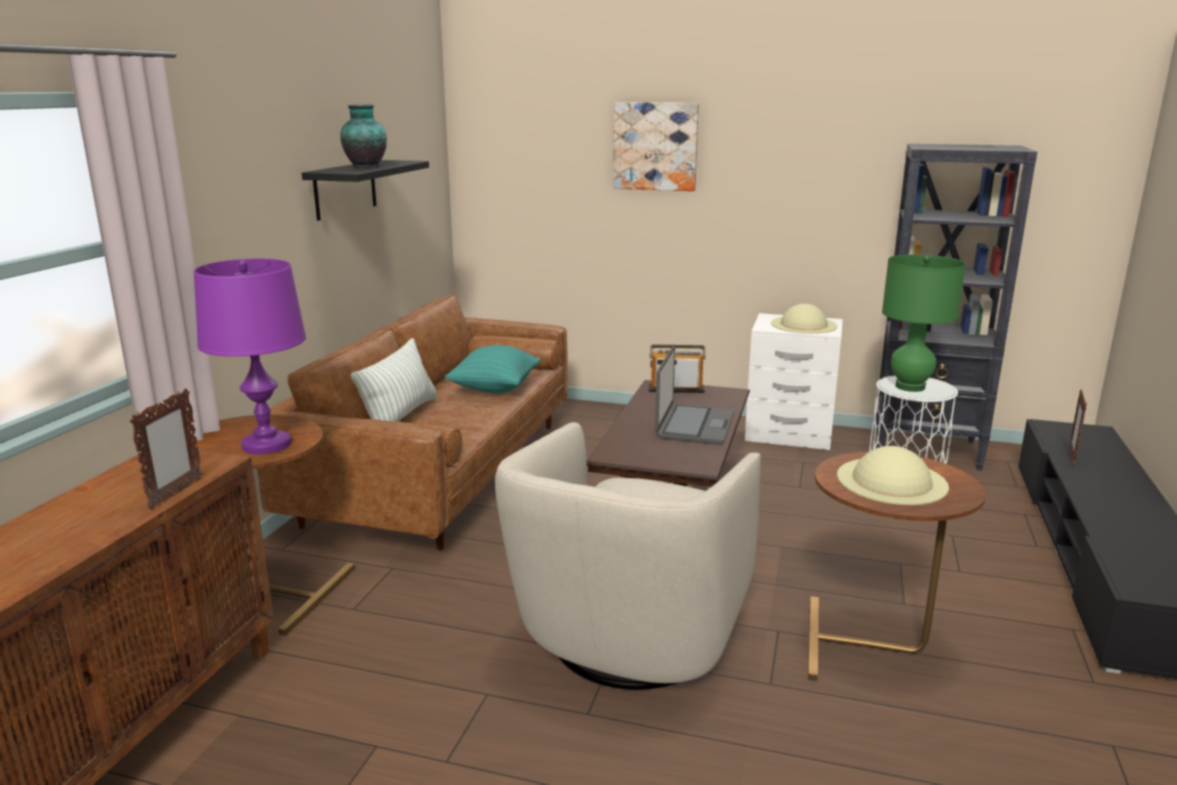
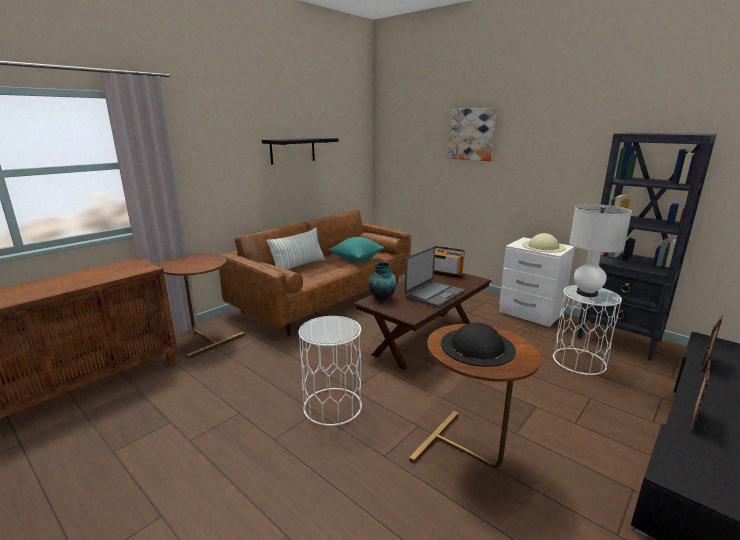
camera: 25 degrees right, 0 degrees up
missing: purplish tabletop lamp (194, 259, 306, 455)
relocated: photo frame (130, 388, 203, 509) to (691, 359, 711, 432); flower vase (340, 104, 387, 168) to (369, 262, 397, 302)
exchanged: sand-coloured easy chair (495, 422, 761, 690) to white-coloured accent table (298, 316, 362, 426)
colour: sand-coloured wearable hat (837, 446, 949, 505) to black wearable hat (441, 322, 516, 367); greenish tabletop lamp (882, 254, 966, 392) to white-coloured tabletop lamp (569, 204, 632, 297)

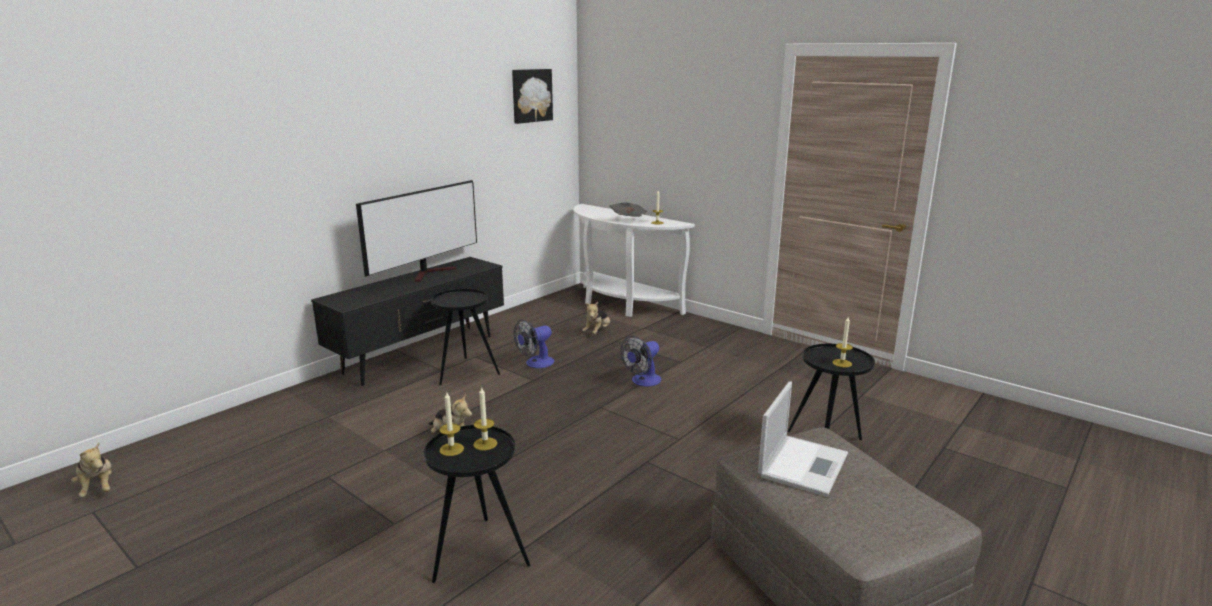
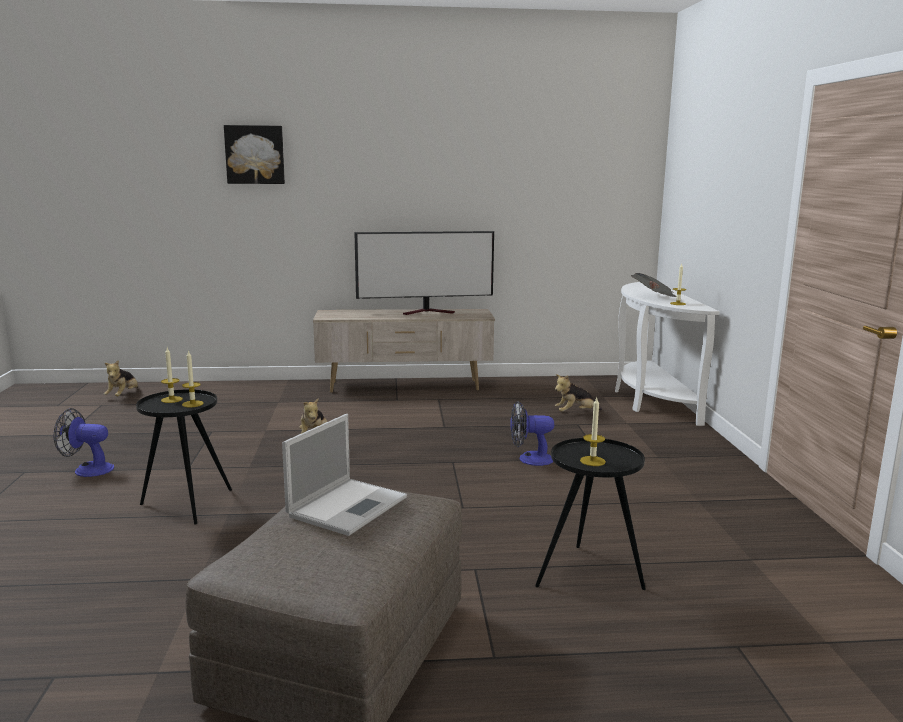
camera: 45 degrees right, 5 degrees down
missing: black accent table (431, 289, 500, 385)
relocated: picture (512, 69, 553, 124) to (224, 125, 285, 184); cooling fan (513, 320, 554, 368) to (53, 408, 114, 477)
colour: black media console (311, 257, 504, 386) to sand-coloured media console (313, 309, 495, 393)
spun: notebook computer (758, 382, 848, 497) = (282, 414, 407, 536) 45 degrees counterclockwise

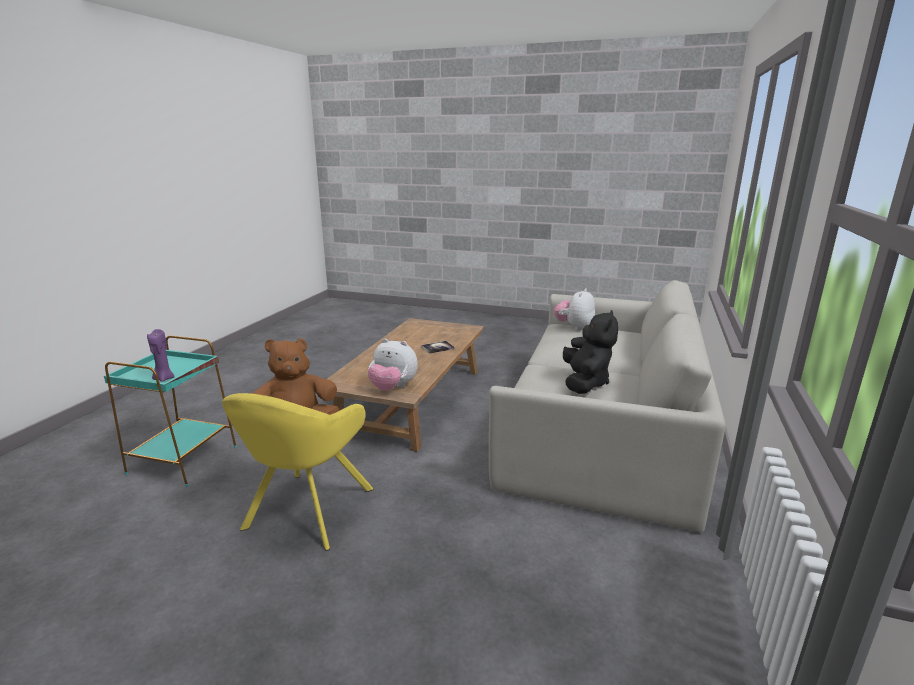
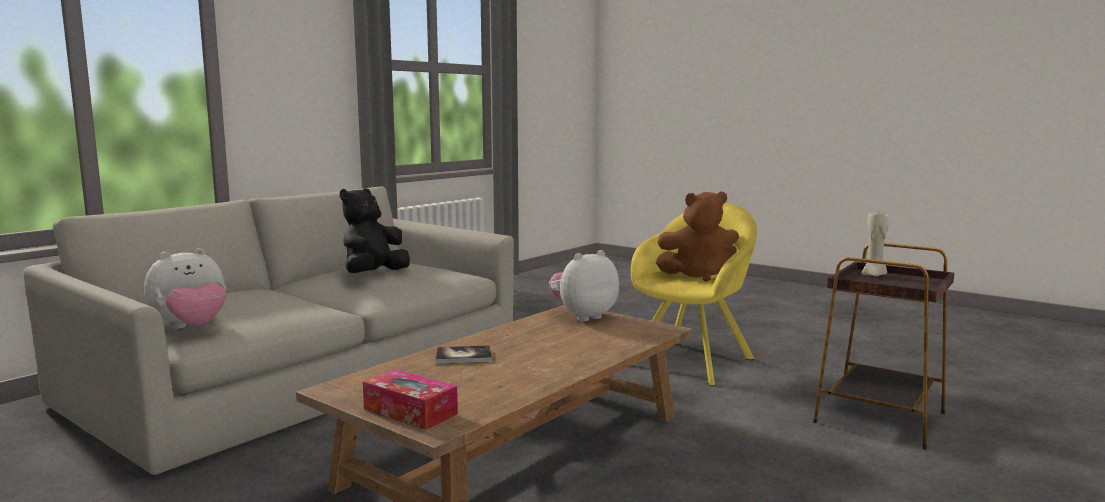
camera: 160 degrees left, 10 degrees down
appeared: tissue holder (363, 369, 458, 430)
colour: turquoise-coloured accent table (104, 335, 237, 487) to brownish accent table (813, 243, 954, 449); purplish candle (147, 329, 175, 382) to sand-coloured candle (862, 213, 889, 277)
spun: cuddly toy (368, 339, 418, 391) = (549, 250, 619, 321) 75 degrees counterclockwise

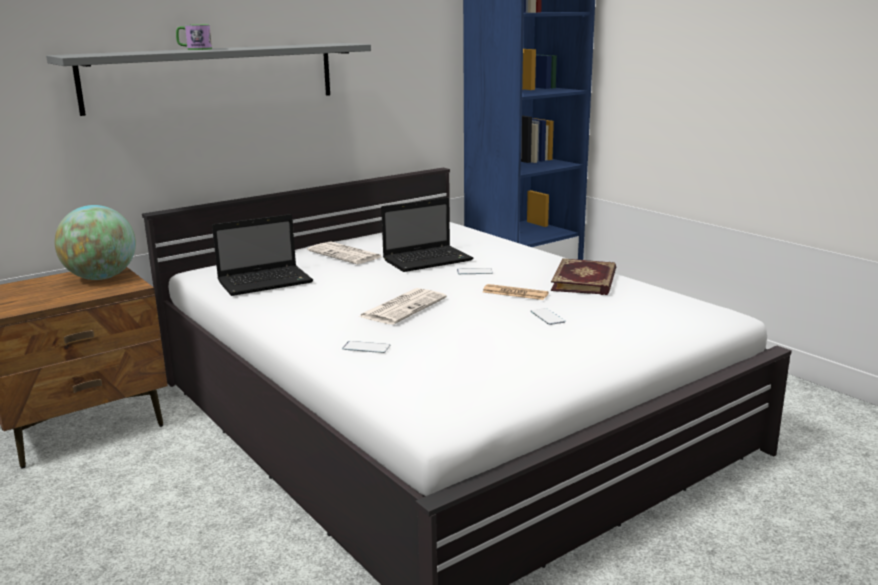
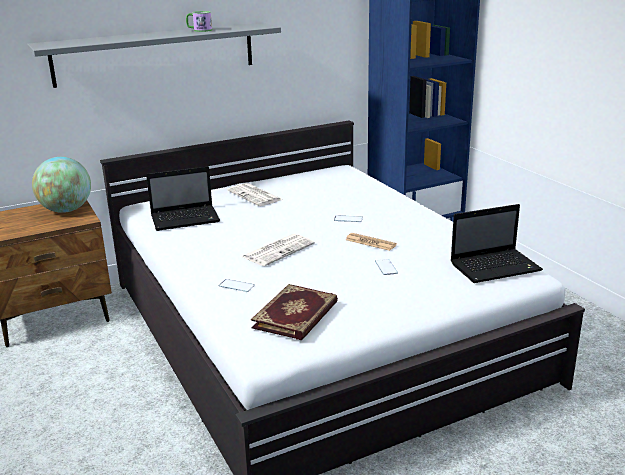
camera: 10 degrees right, 5 degrees up
relocated: coffee mug (176, 24, 212, 50) to (186, 11, 212, 32); notebook computer (381, 198, 473, 272) to (451, 204, 543, 283); bound book (551, 258, 616, 295) to (251, 284, 338, 340)

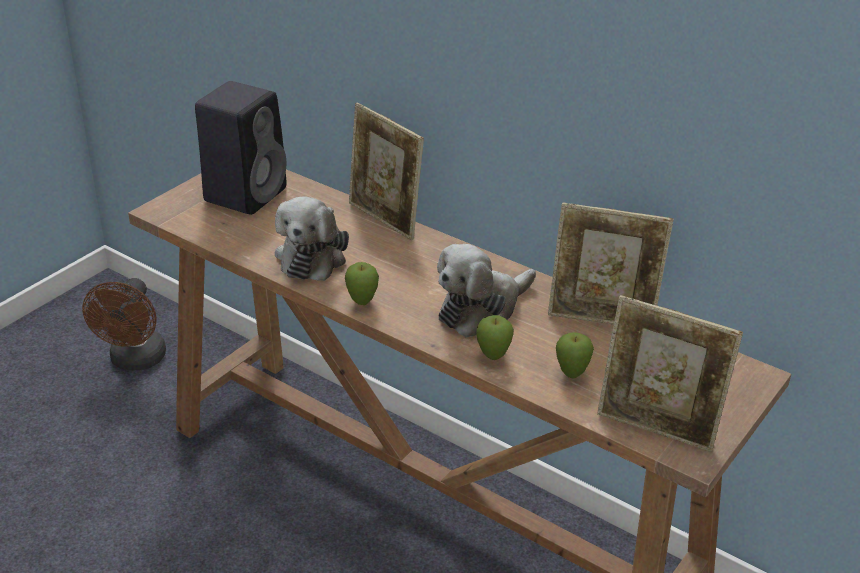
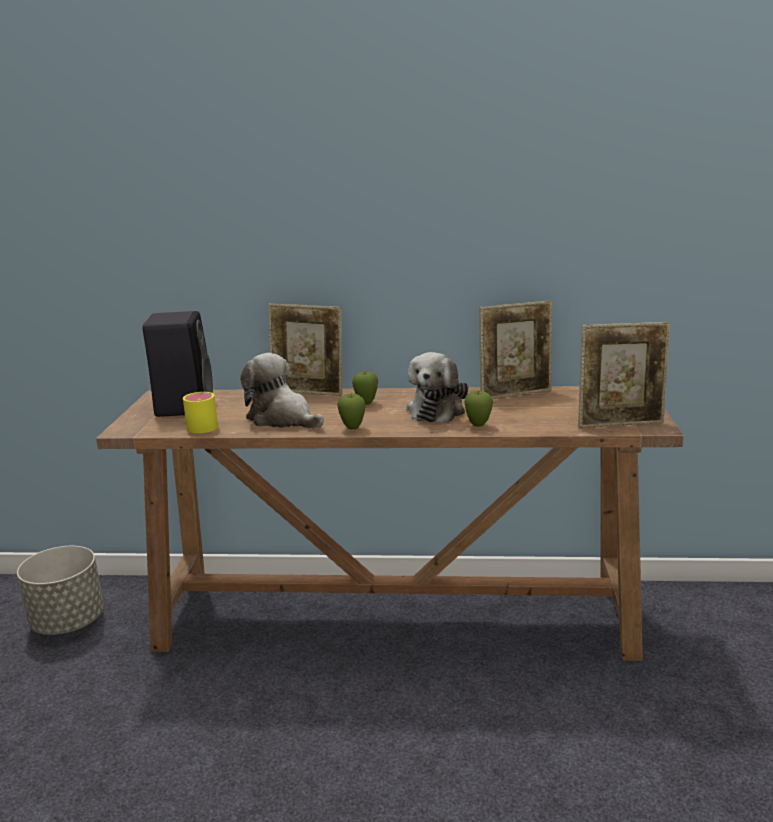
camera: 30 degrees left, 15 degrees down
appeared: yellow-coloured coffee mug (183, 392, 218, 434)
relocated: apple fruit (556, 333, 594, 378) to (352, 372, 378, 405)
exchanged: brownish cooling fan (82, 278, 166, 370) to greyish plant pot (17, 546, 104, 635)
spun: cuddly toy (275, 196, 349, 281) = (240, 353, 324, 428) 150 degrees clockwise

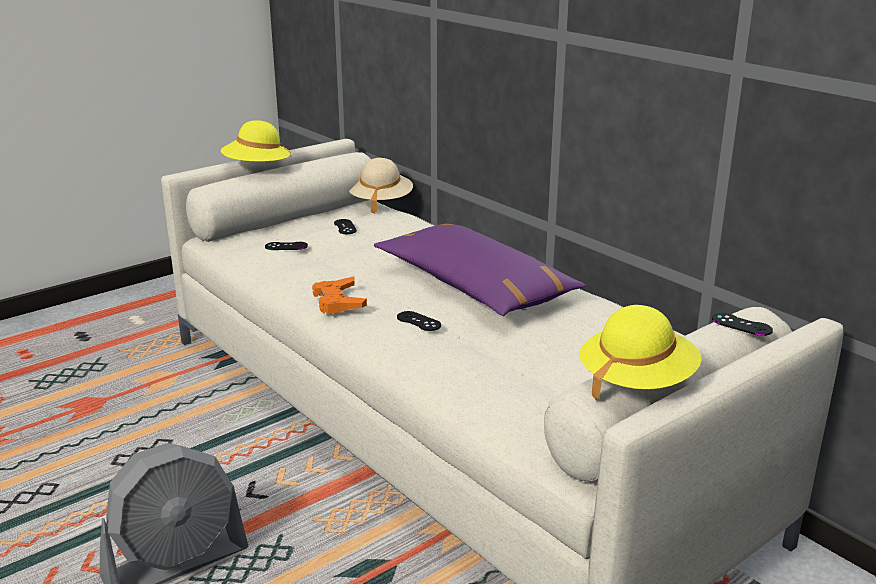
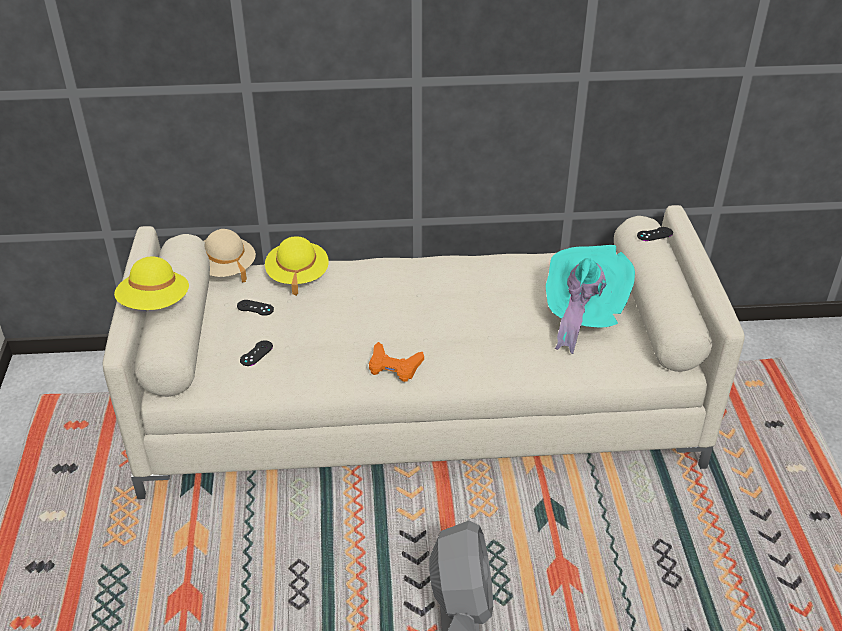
camera: 55 degrees left, 15 degrees up
missing: purplish throw pillow (374, 224, 586, 316); black joypad (397, 311, 441, 331)
appeared: turquoise-coloured wearable hat (546, 245, 635, 354)
relocated: yellow-coloured wearable hat (579, 305, 701, 401) to (265, 236, 329, 296)

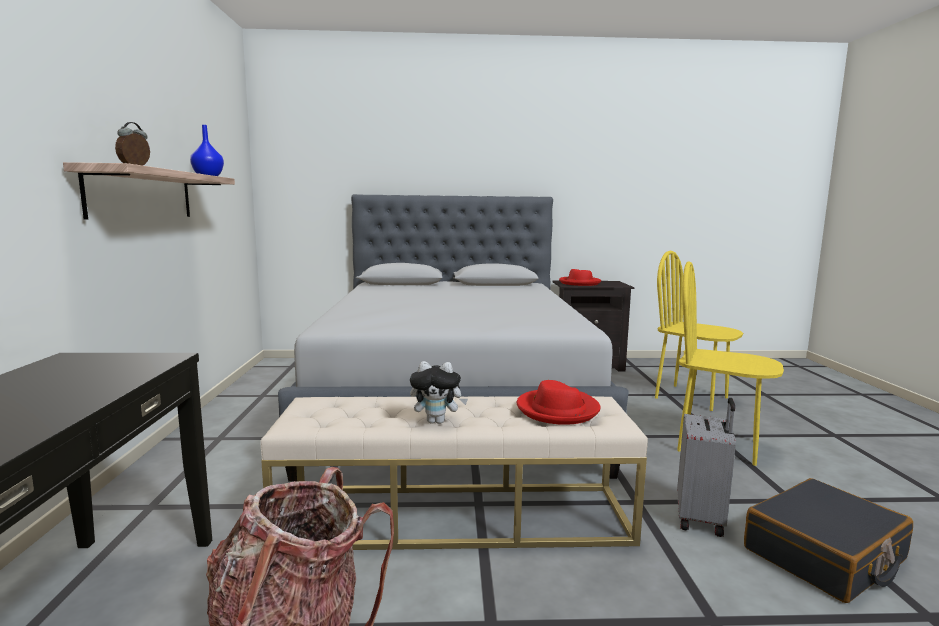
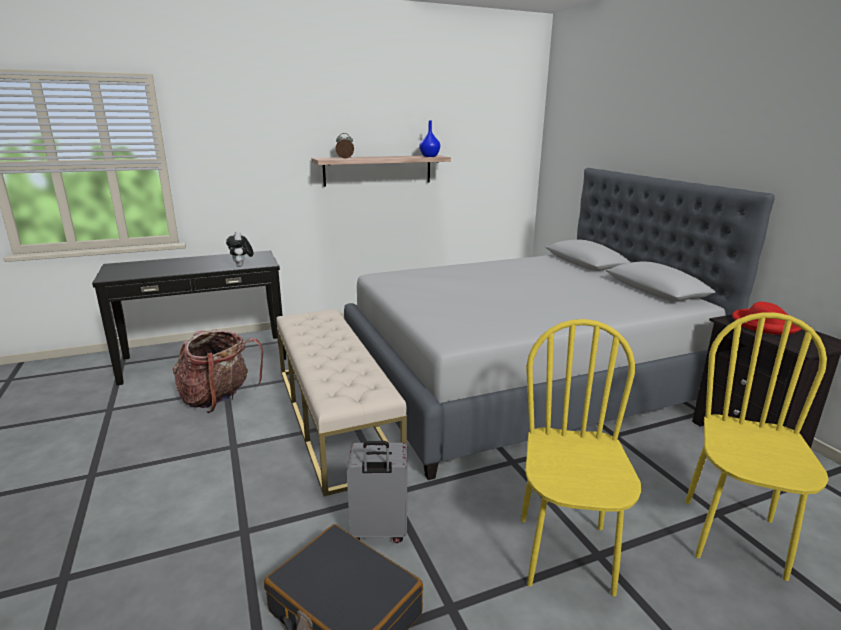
camera: 70 degrees right, 10 degrees up
missing: red-coloured wearable hat (517, 380, 600, 425)
relocated: cuddly toy (410, 361, 468, 424) to (226, 231, 254, 267)

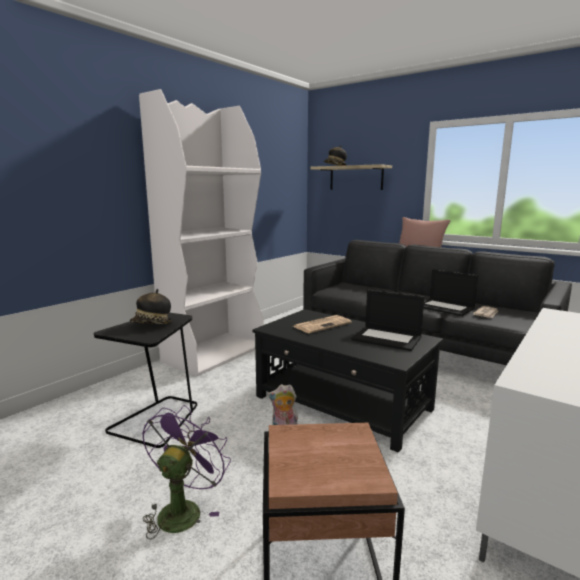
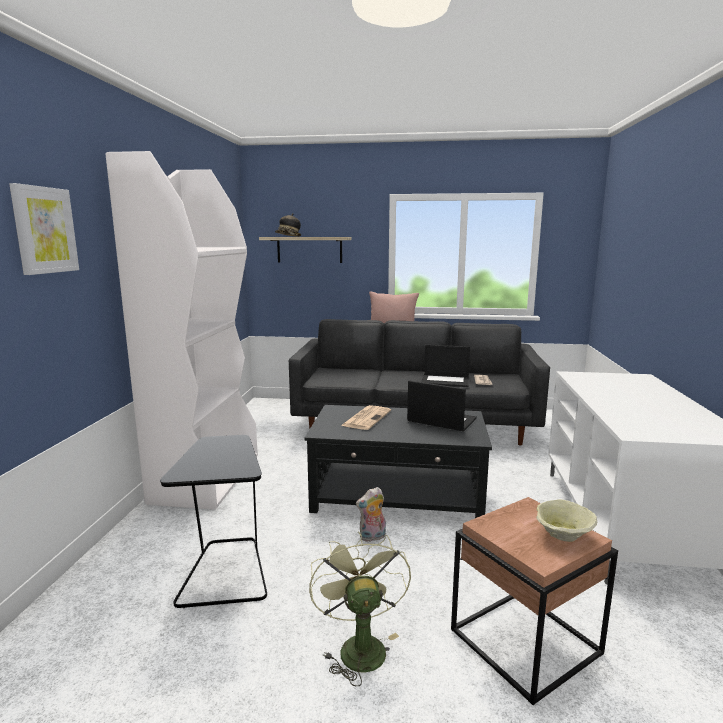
camera: 30 degrees left, 0 degrees up
missing: wearable hat (130, 289, 173, 324)
appeared: picture (9, 183, 79, 275); sand-coloured deep dish (536, 499, 597, 542)
colour: purplish cooling fan (142, 405, 231, 540) to greenish cooling fan (309, 531, 411, 686)
spun: notebook computer (351, 289, 424, 351) = (407, 380, 477, 432) 150 degrees counterclockwise

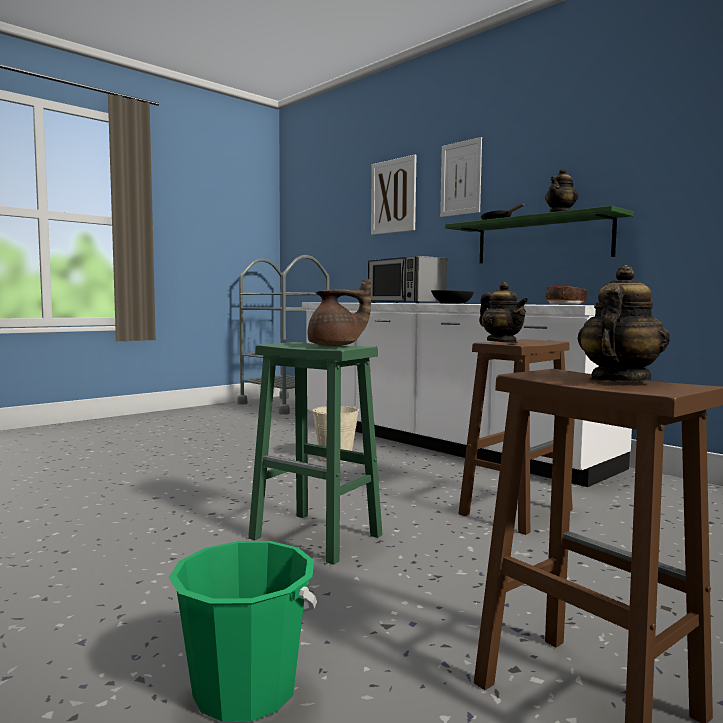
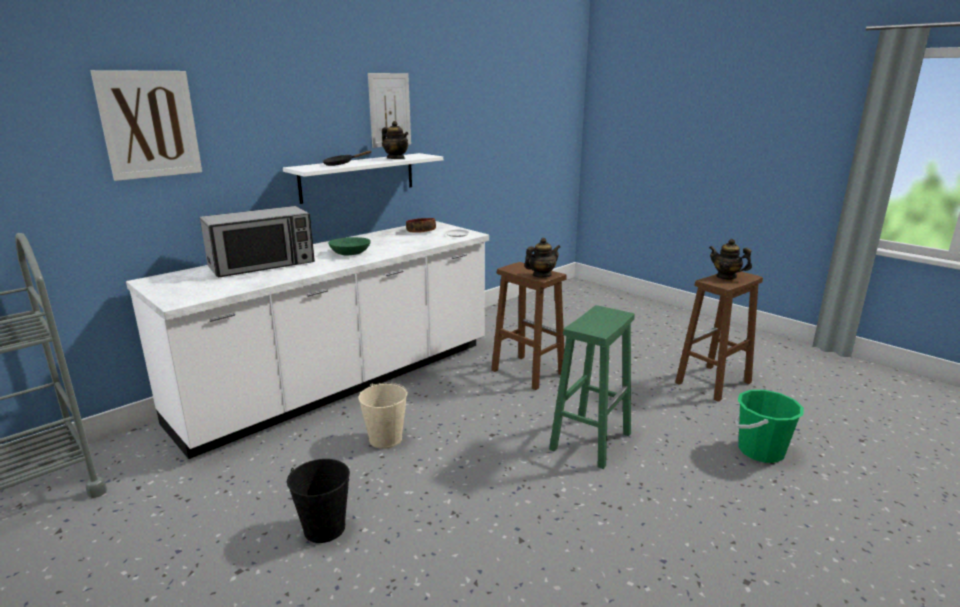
camera: 90 degrees left, 15 degrees up
missing: brownish pot for tea (307, 278, 371, 346)
appeared: black pail (287, 459, 350, 543)
relocated: picture (440, 137, 482, 217) to (368, 73, 411, 148)
colour: black deep dish (431, 290, 474, 304) to greenish deep dish (328, 237, 371, 255); greenish wall shelf (445, 206, 634, 263) to white-coloured wall shelf (283, 153, 443, 204)

